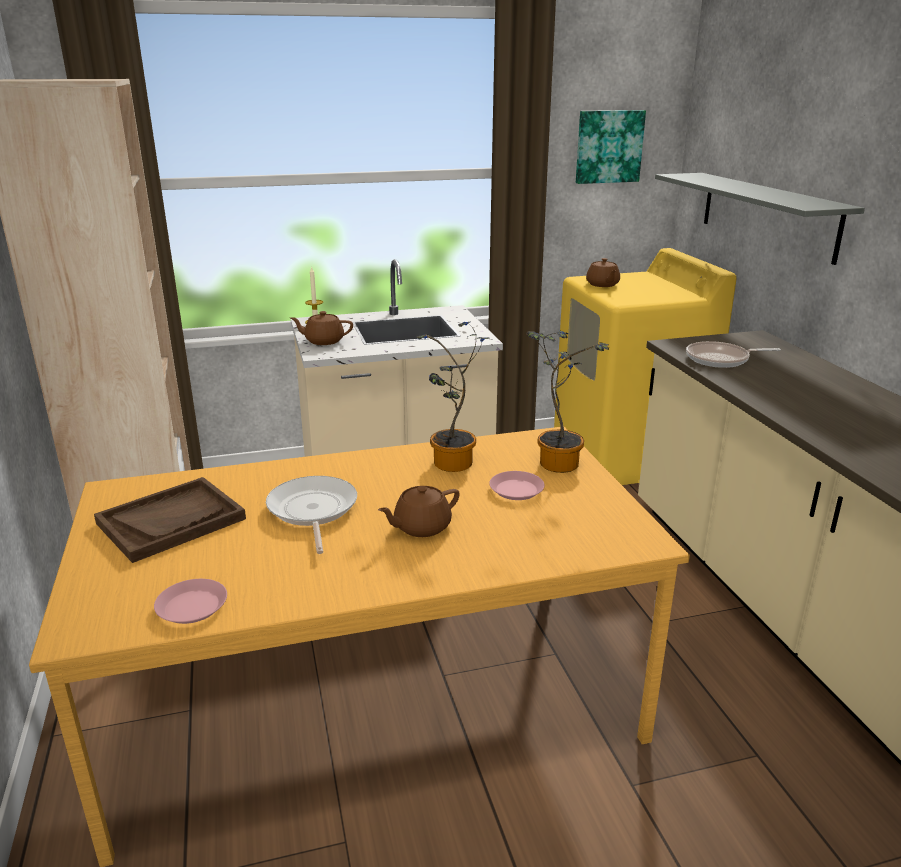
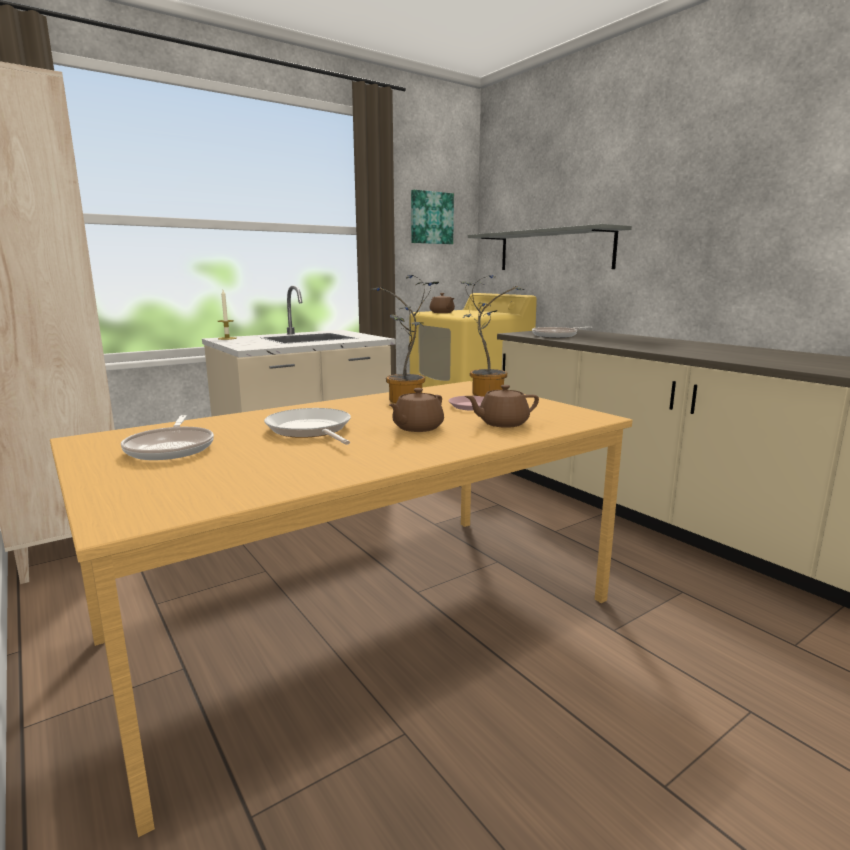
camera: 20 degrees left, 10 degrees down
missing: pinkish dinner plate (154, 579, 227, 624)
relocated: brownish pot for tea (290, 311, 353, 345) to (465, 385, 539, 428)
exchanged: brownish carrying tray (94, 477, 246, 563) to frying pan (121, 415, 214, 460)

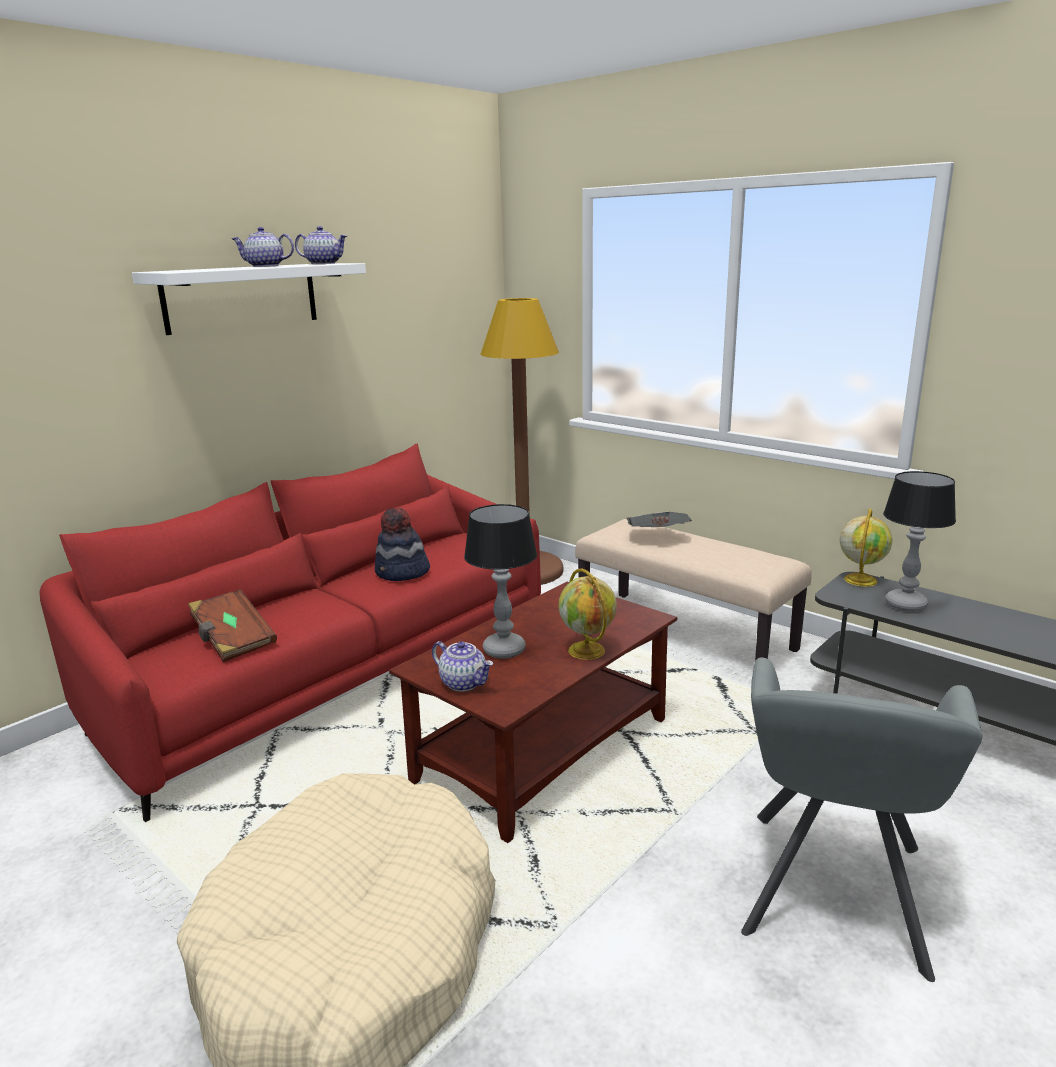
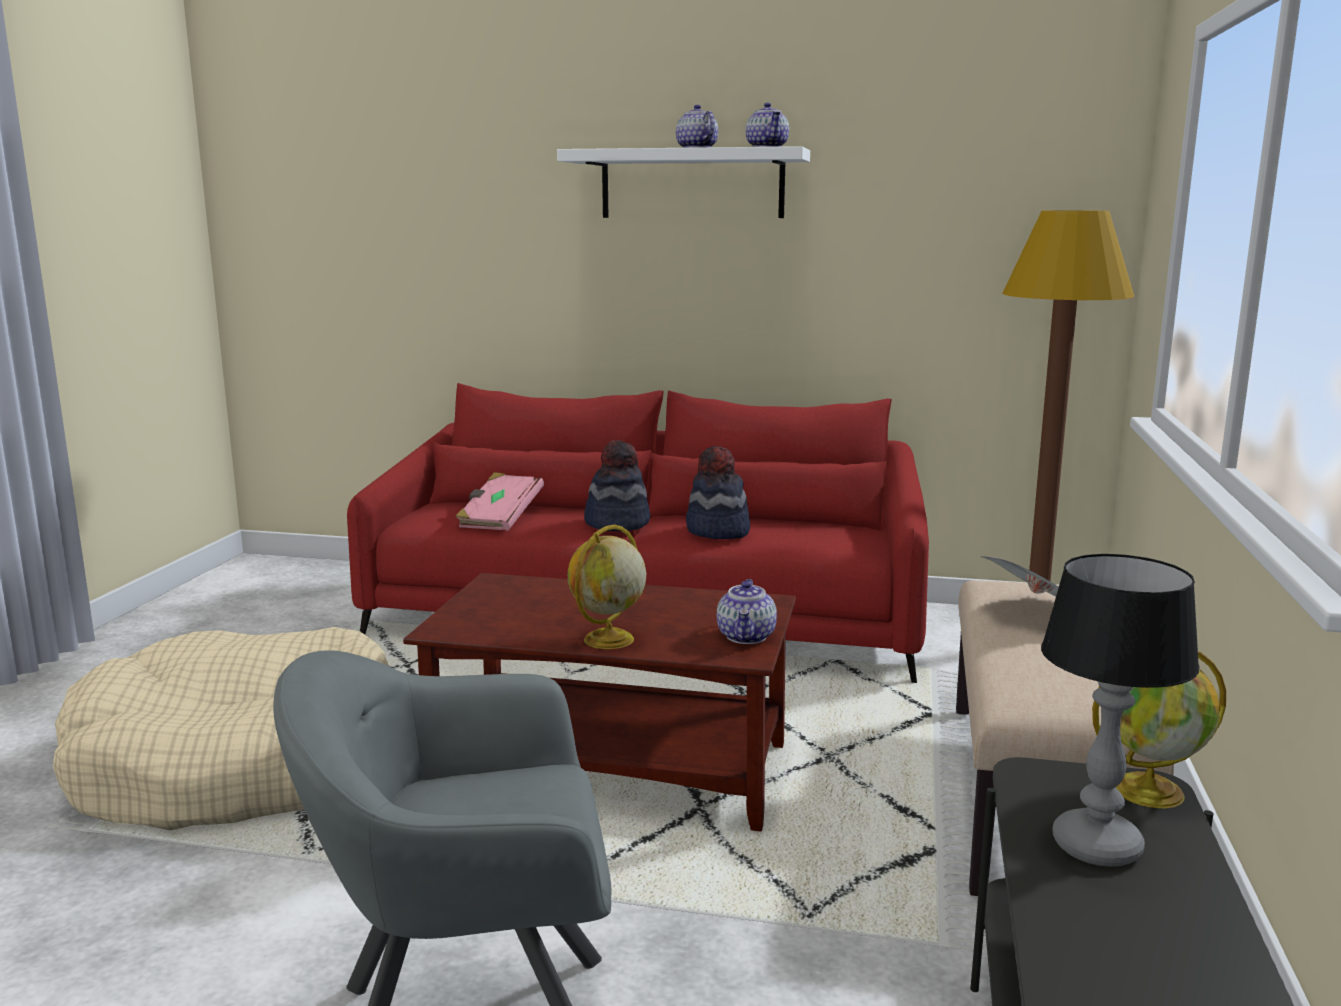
camera: 60 degrees right, 5 degrees down
missing: tabletop lamp (464, 504, 537, 659)
appeared: wearable hat (584, 440, 650, 531)
relocated: pot for tea (432, 641, 493, 691) to (717, 579, 777, 644)
colour: brownish bound book (188, 589, 277, 662) to pinkish bound book (456, 472, 544, 531)

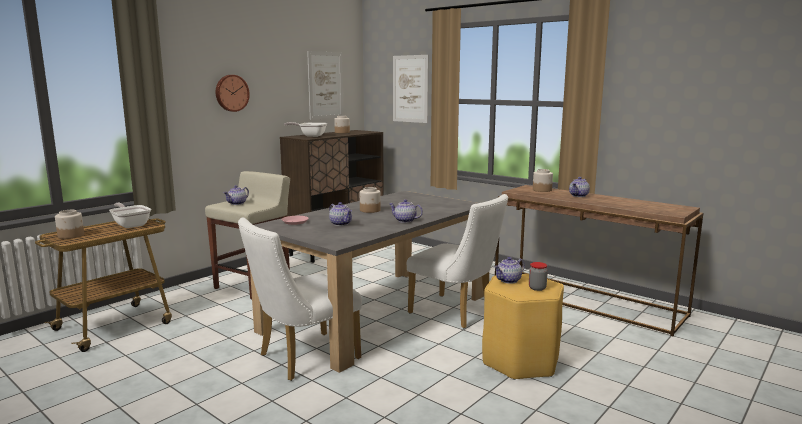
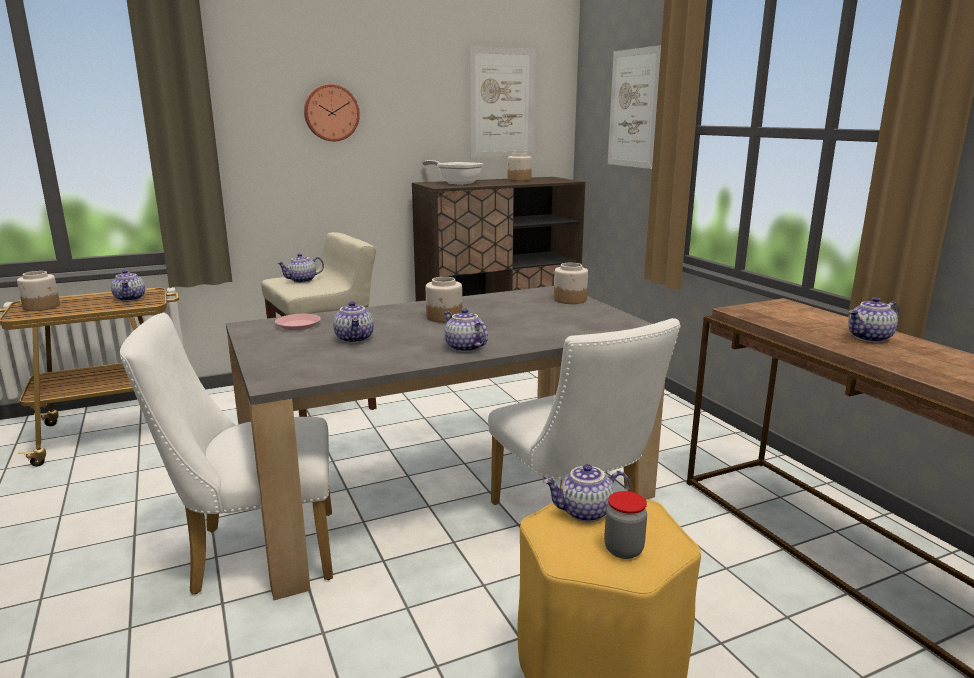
camera: 25 degrees right, 5 degrees up
relocated: preserve jar (533, 169, 553, 192) to (554, 263, 588, 304)
exchanged: frying pan (109, 203, 151, 228) to pot for tea (111, 270, 145, 302)

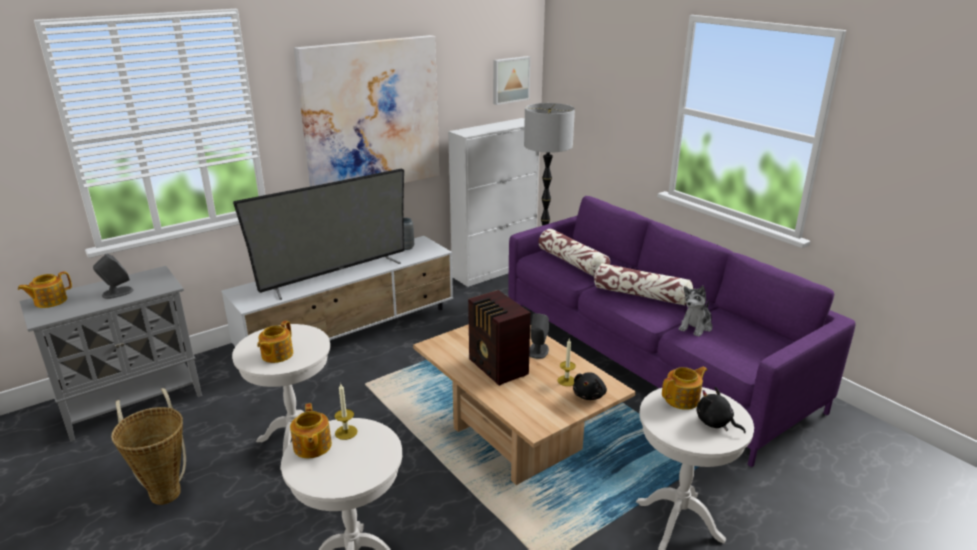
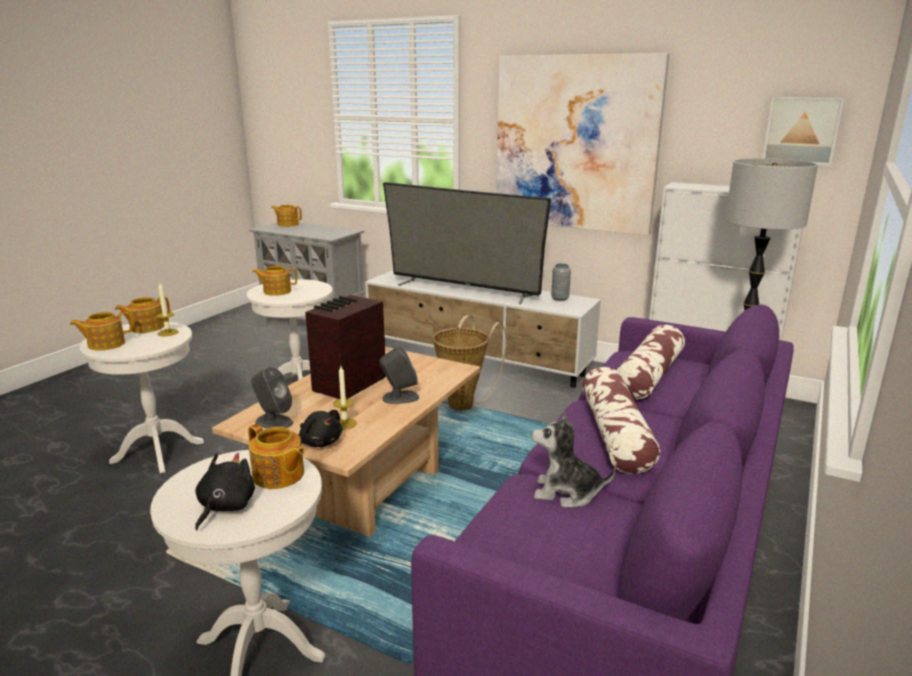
camera: 65 degrees right, 5 degrees down
appeared: pot for tea (70, 311, 132, 351)
relocated: greyish loudspeaker (93, 254, 133, 299) to (251, 367, 293, 429); basket (111, 388, 186, 505) to (433, 315, 506, 411)
spun: black cuddly toy (573, 372, 607, 400) = (299, 410, 342, 447) 135 degrees counterclockwise

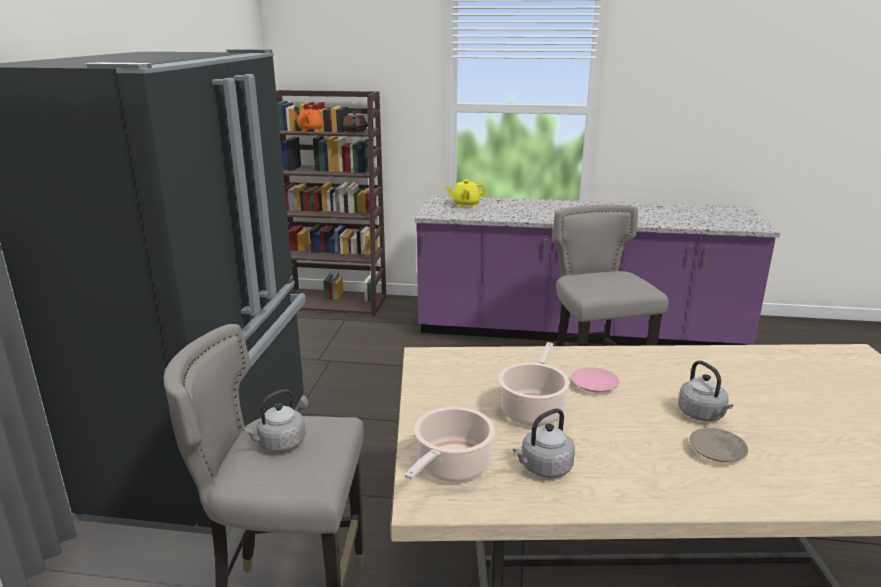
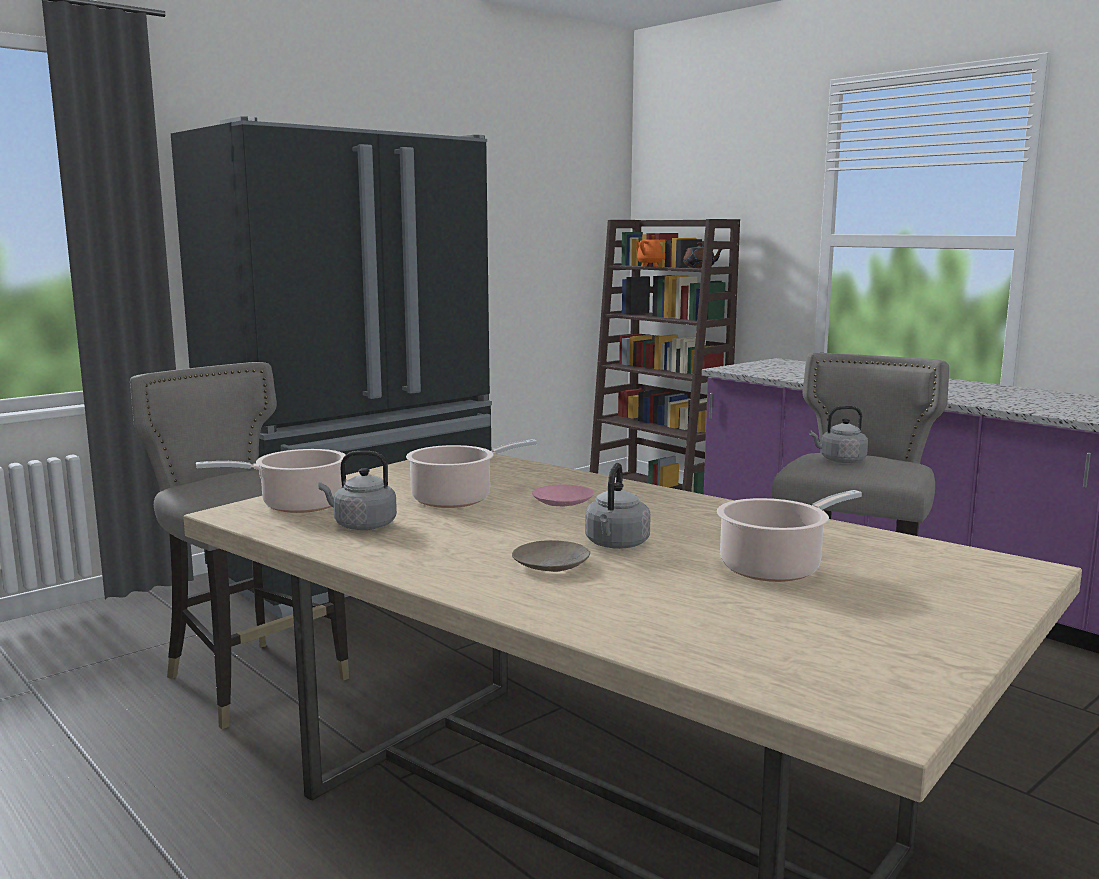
camera: 40 degrees right, 10 degrees down
missing: yellow-coloured pot for tea (446, 180, 486, 208)
appeared: cooking pot (717, 490, 862, 582)
relocated: greyish water kettle (243, 389, 306, 452) to (809, 406, 868, 463)

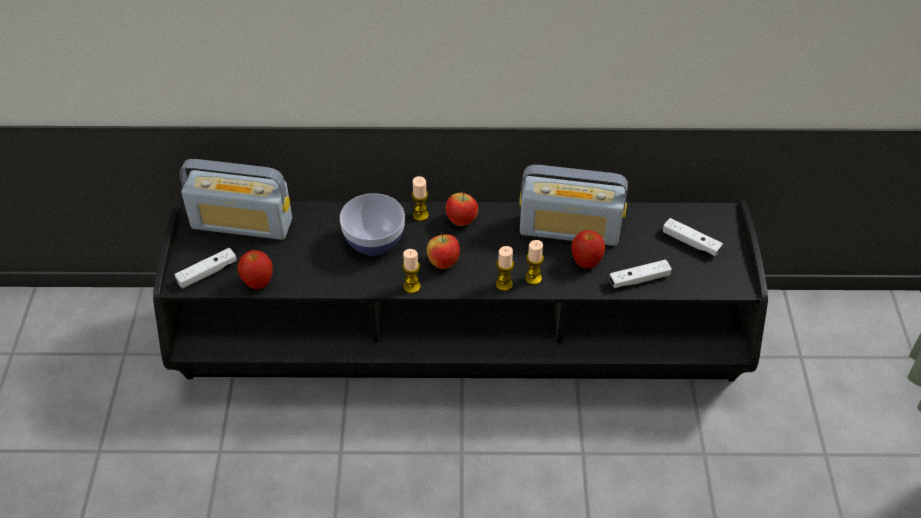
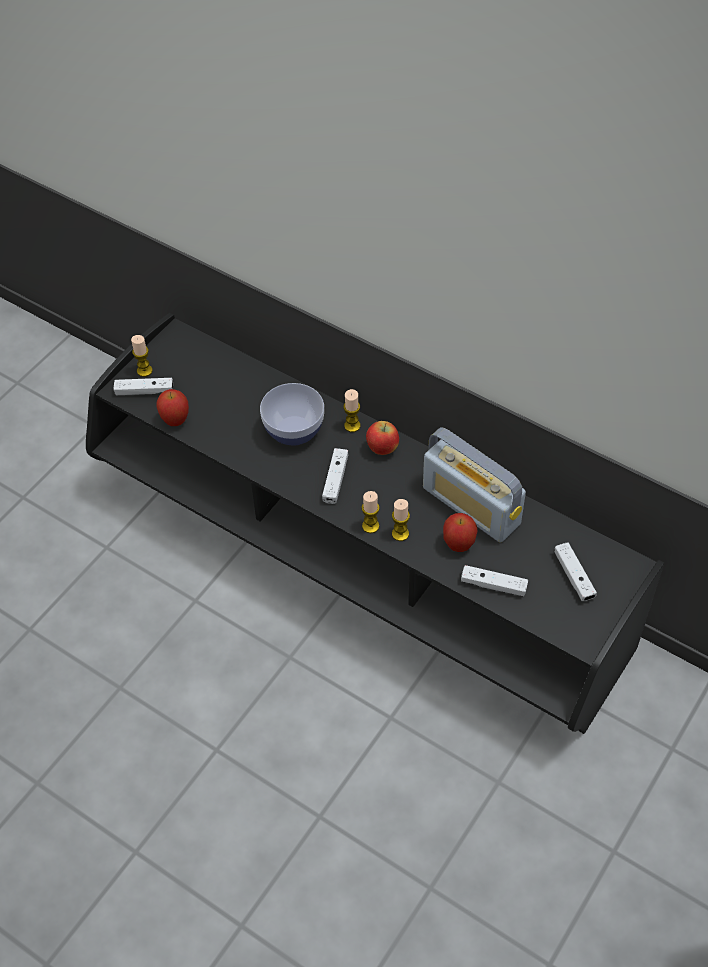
camera: 35 degrees right, 5 degrees up
missing: radio receiver (179, 159, 292, 240)
relocated: candle (402, 249, 421, 293) to (131, 335, 153, 377)
exchanged: apple fruit (427, 233, 460, 269) to white-coloured joypad (322, 448, 349, 504)

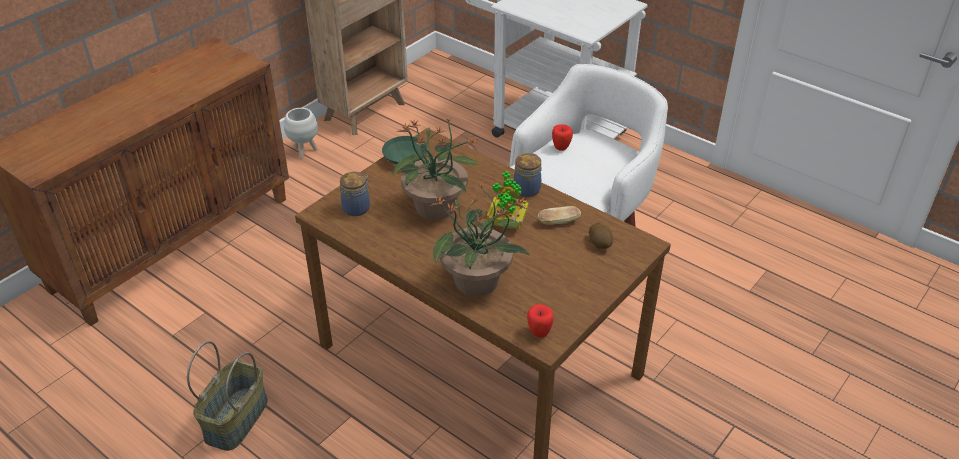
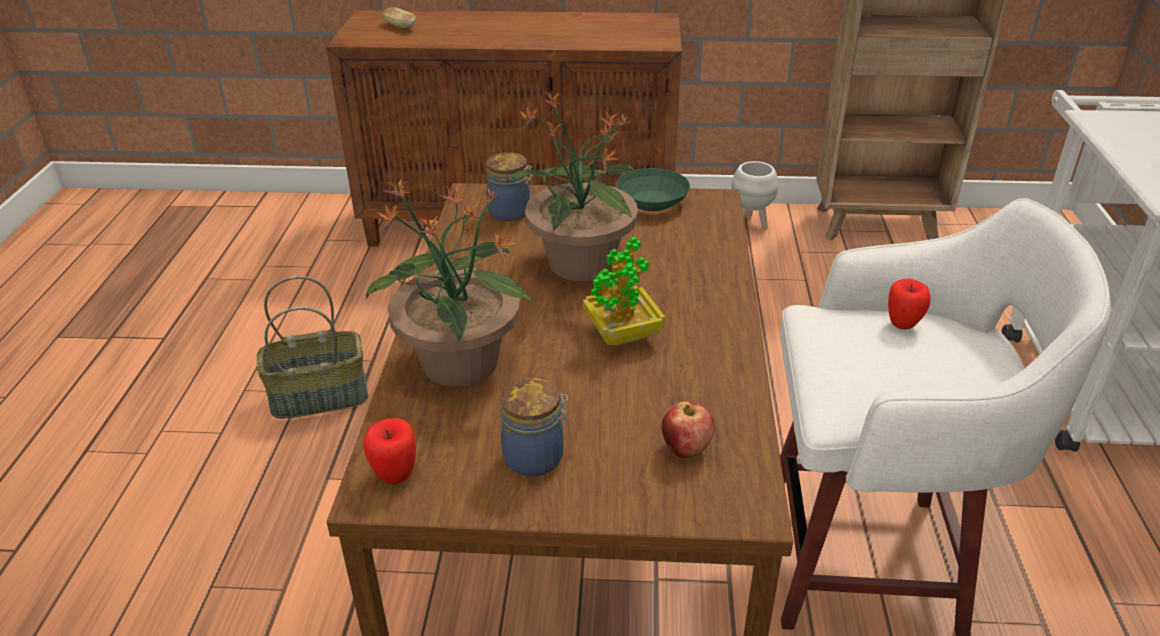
camera: 55 degrees right, 5 degrees down
relocated: preserve jar (514, 153, 541, 197) to (500, 378, 570, 477); bakery bread (538, 206, 581, 225) to (382, 7, 416, 28)
exchanged: whole potato (589, 223, 613, 249) to apple fruit (662, 401, 715, 458)

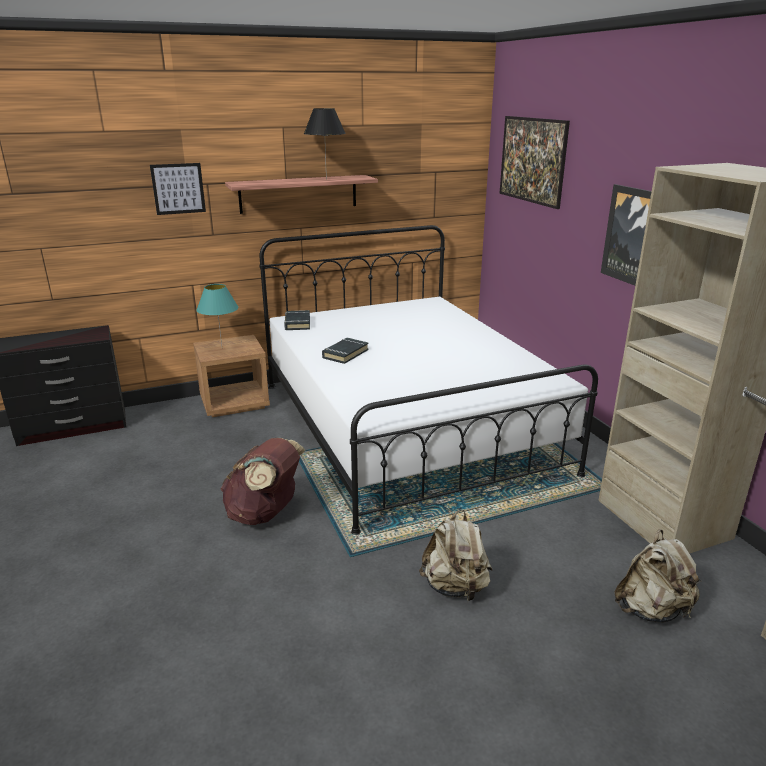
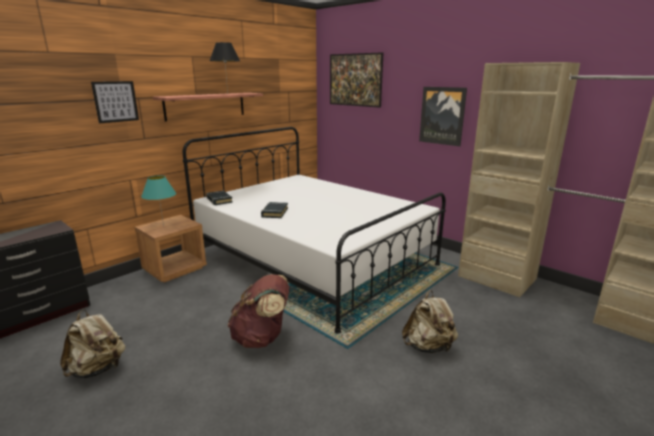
camera: 25 degrees left, 5 degrees down
relocated: sand-coloured rucksack (614, 529, 701, 623) to (60, 310, 125, 378)

